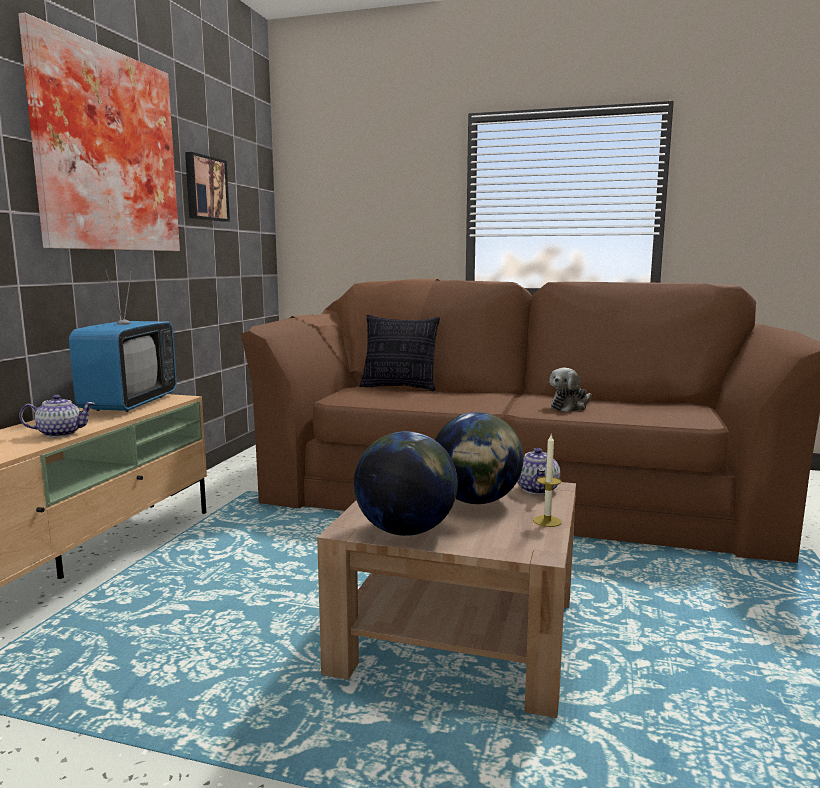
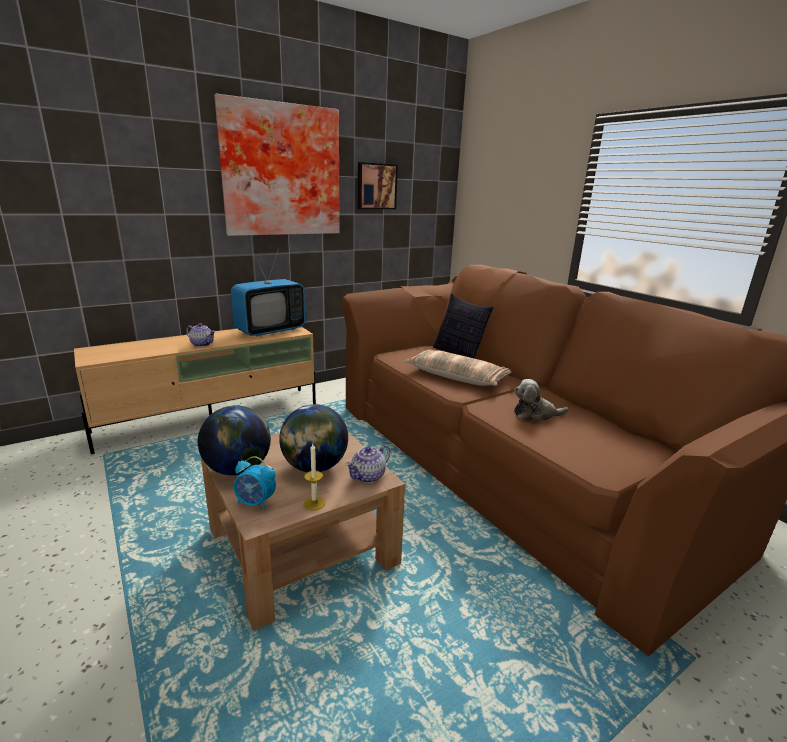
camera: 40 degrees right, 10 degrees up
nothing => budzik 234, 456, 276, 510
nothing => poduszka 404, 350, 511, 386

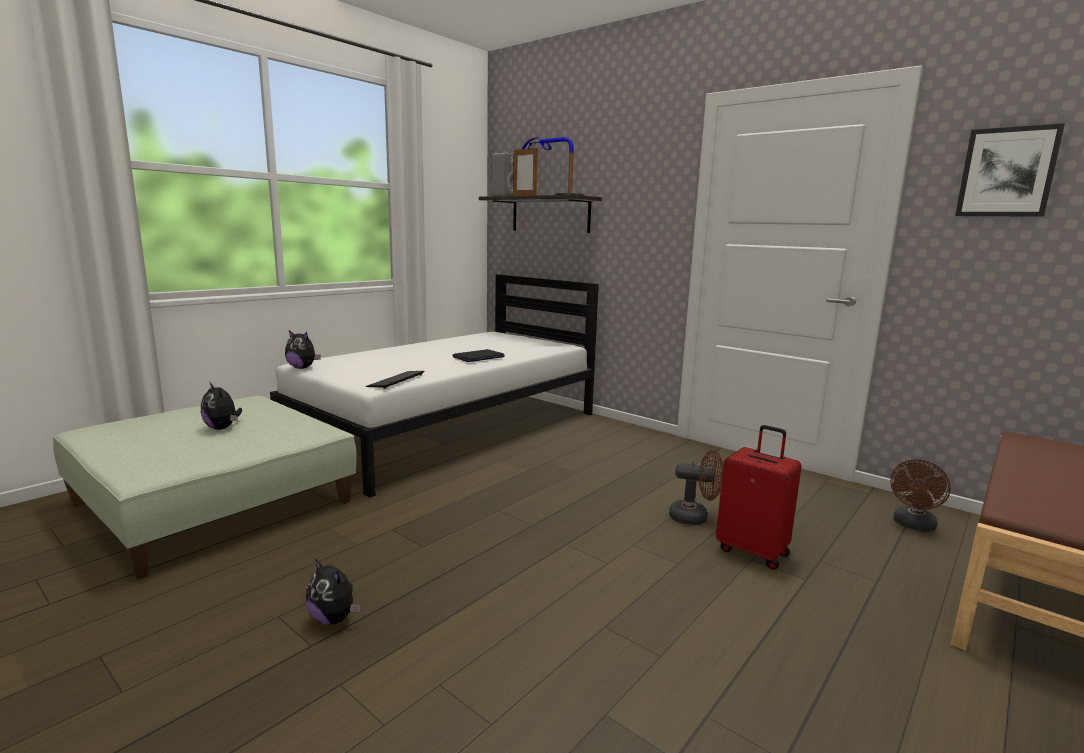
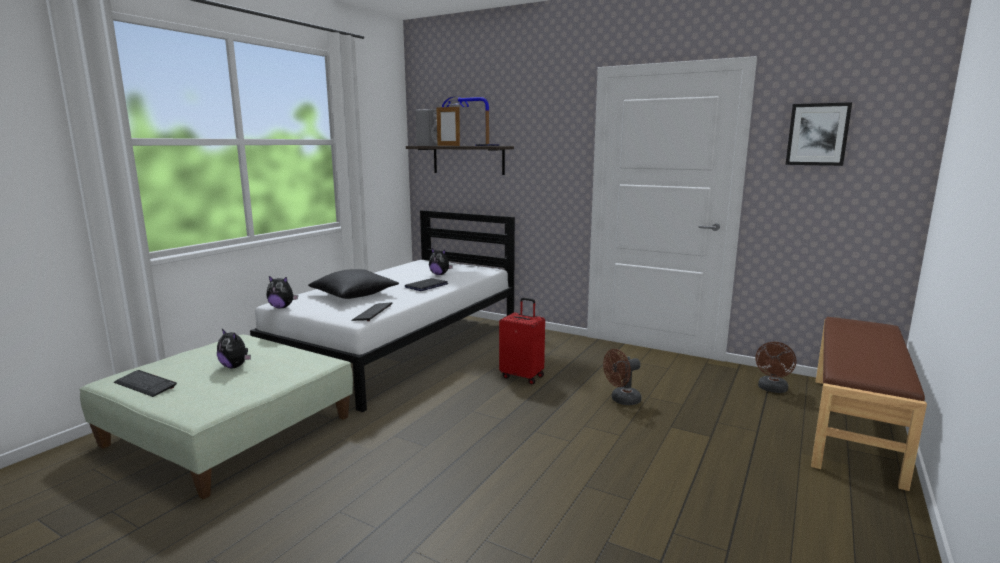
camera: 10 degrees left, 0 degrees up
nothing => klawiatura 114, 370, 177, 397
nothing => poduszka/czarny 308, 269, 399, 299
pluszak 306, 558, 361, 625 => pluszak 429, 249, 453, 275, relocated
walizka/czerwony 716, 425, 802, 570 => walizka/czerwony 499, 297, 545, 384, relocated
wentylator/brązowy 669, 450, 724, 525 => wentylator/brązowy 603, 349, 641, 405, 150 degrees clockwise

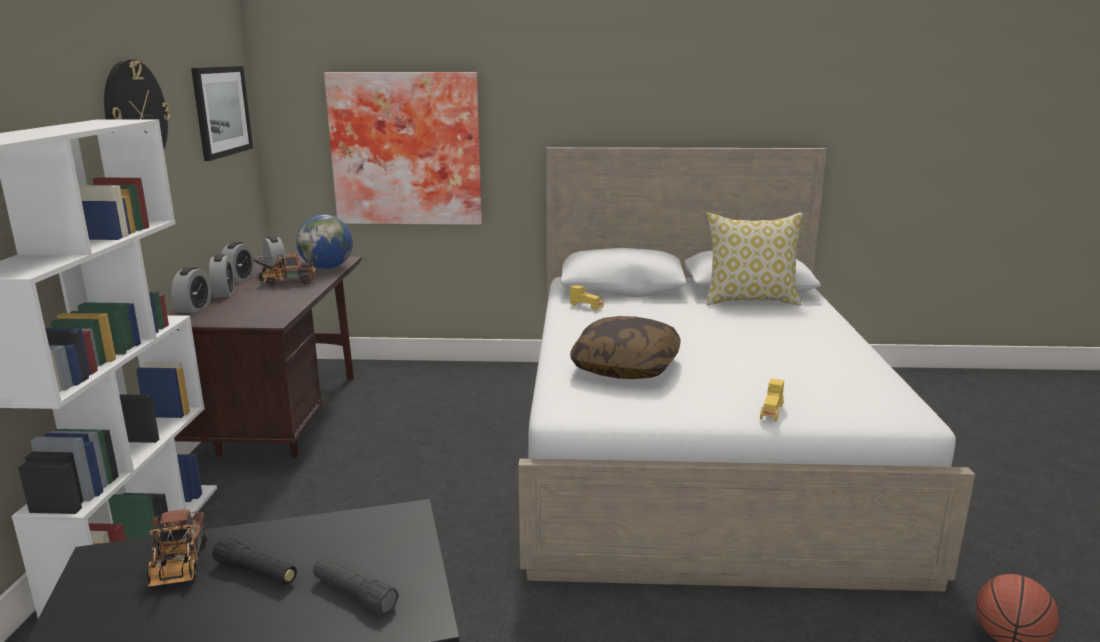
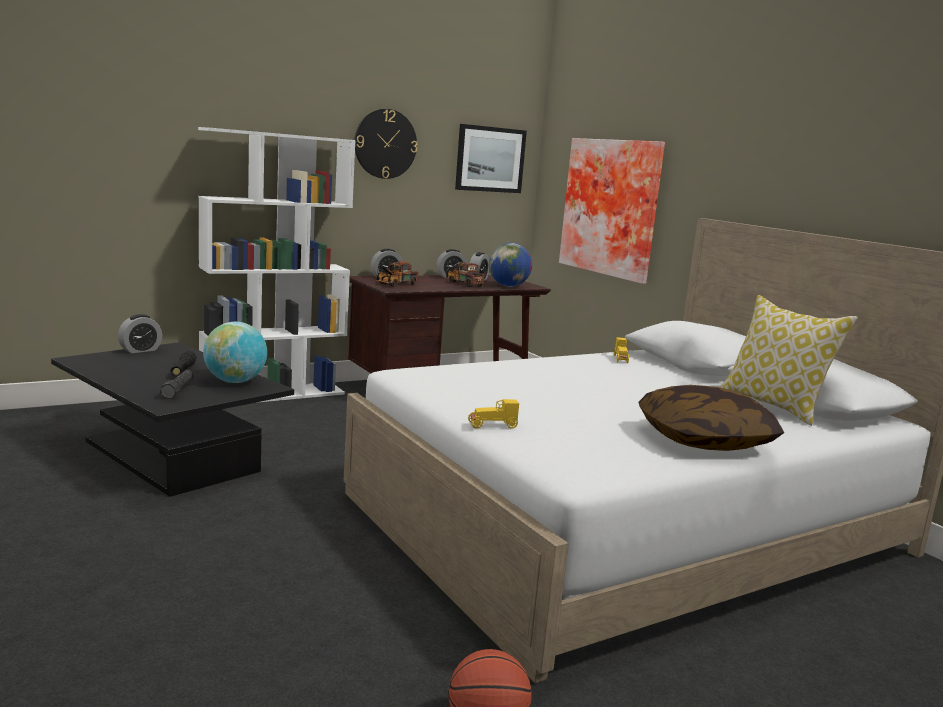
camera: 55 degrees right, 5 degrees down
nothing => globus 203, 322, 267, 383
ciężarówka zabawkowa 147, 510, 207, 587 => ciężarówka zabawkowa 377, 261, 419, 287, relocated
budzik 209, 254, 235, 298 => budzik 118, 314, 162, 353, relocated
poduszka 570, 316, 681, 379 => poduszka 639, 385, 784, 451, relocated

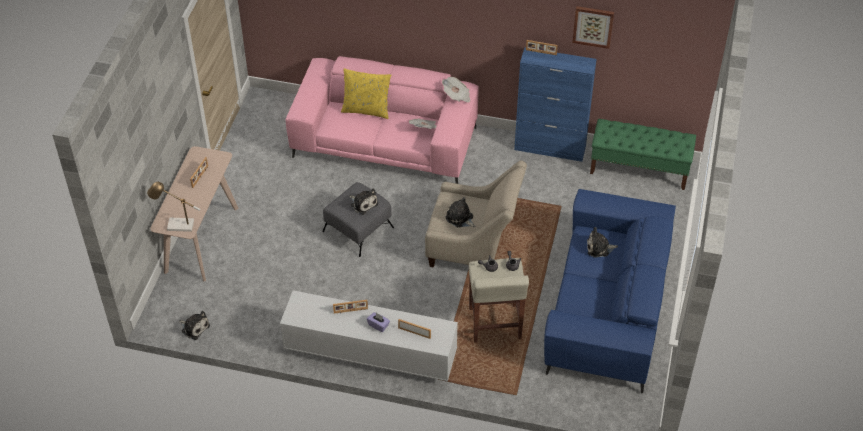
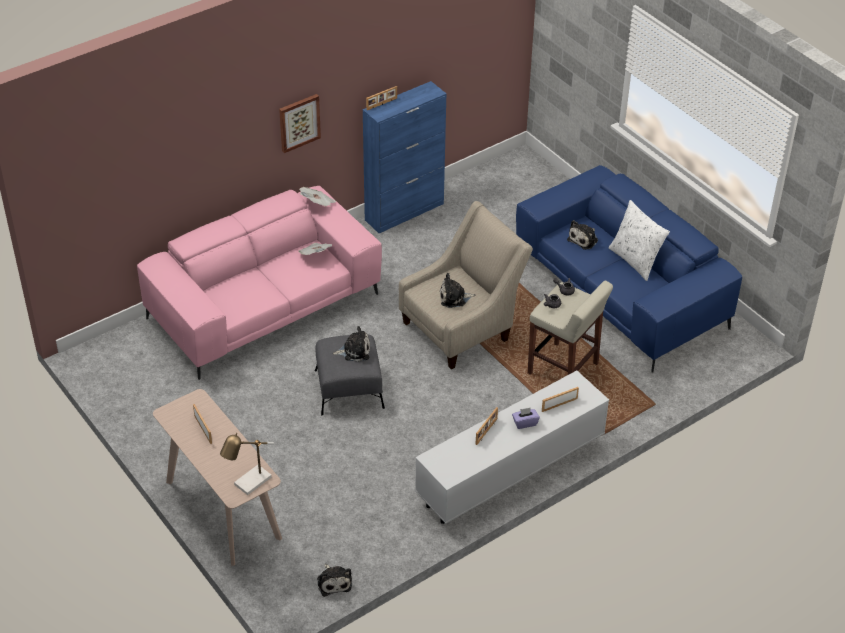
camera: 50 degrees left, 5 degrees down
poduszka/żółty 341, 68, 391, 119 => nothing
ławka/zielony 590, 119, 696, 190 => nothing
nothing => poduszka/biały 608, 200, 670, 281
obraz 572, 6, 614, 49 => obraz 279, 94, 321, 153, relocated
pluszak 179, 311, 210, 340 => pluszak 317, 564, 352, 597, 90 degrees clockwise

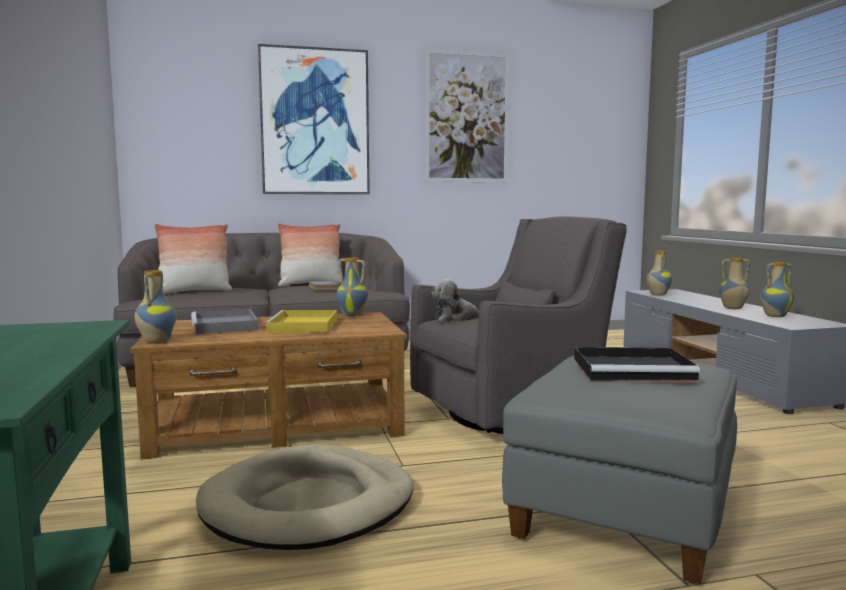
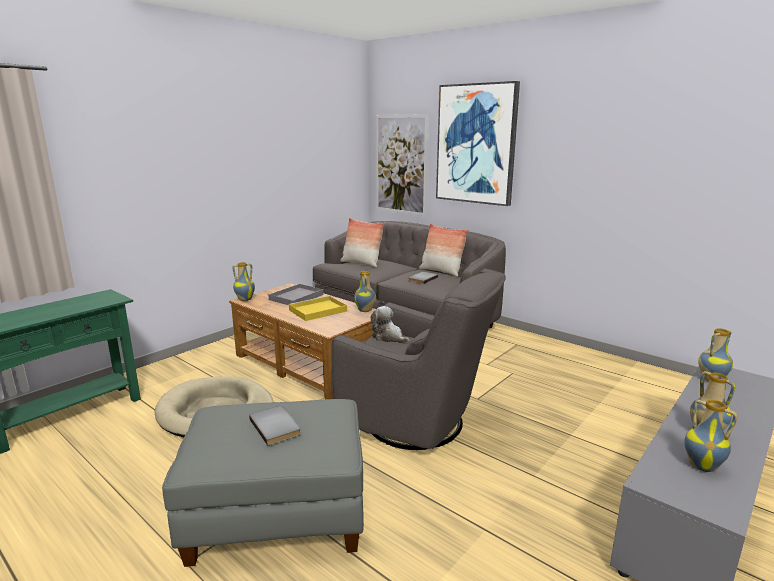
camera: 55 degrees right, 10 degrees up
obraz 425, 49, 510, 182 => obraz 376, 114, 429, 216, relocated
taca/czarny 574, 347, 700, 382 => książka/szary 249, 405, 301, 446

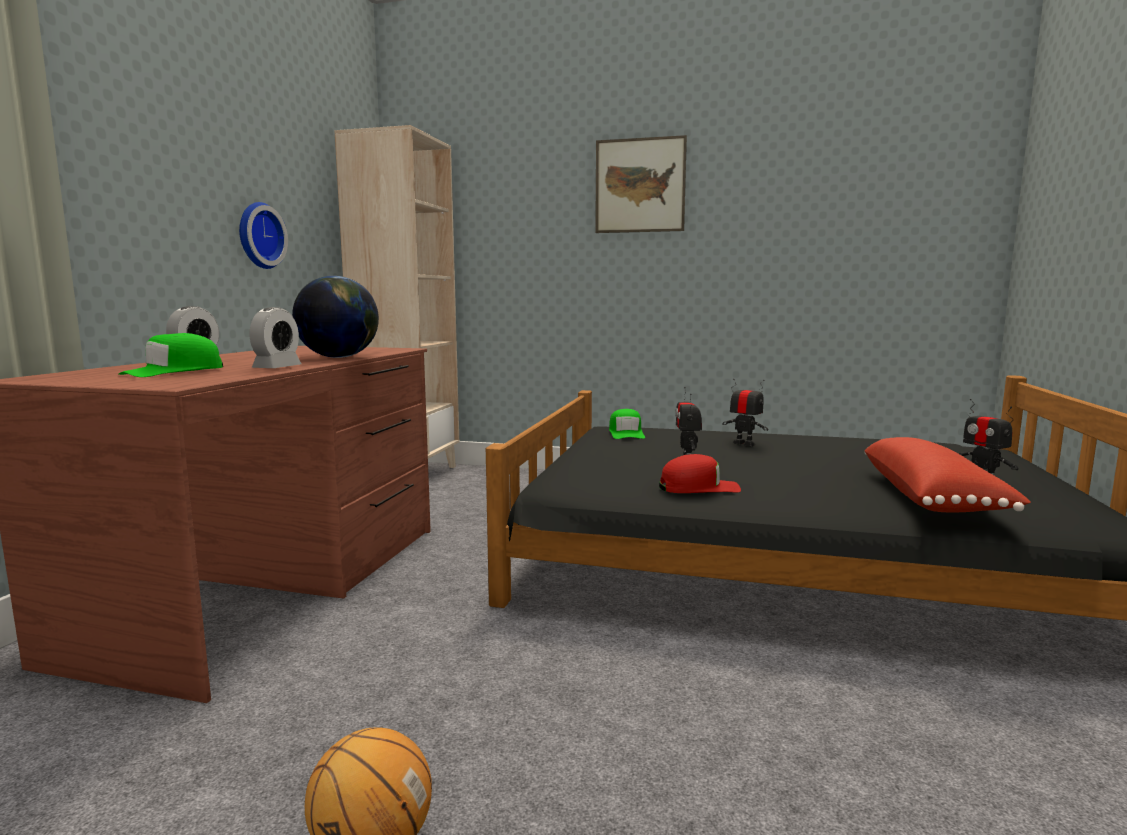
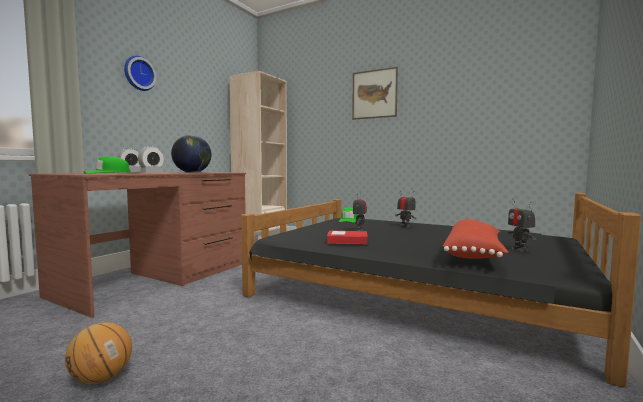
camera: 15 degrees right, 5 degrees down
zegar ścienny 239, 202, 288, 269 => zegar ścienny 124, 56, 156, 91, relocated
czapka z daszkiem/czerwony 659, 454, 741, 493 => książka 327, 231, 367, 245

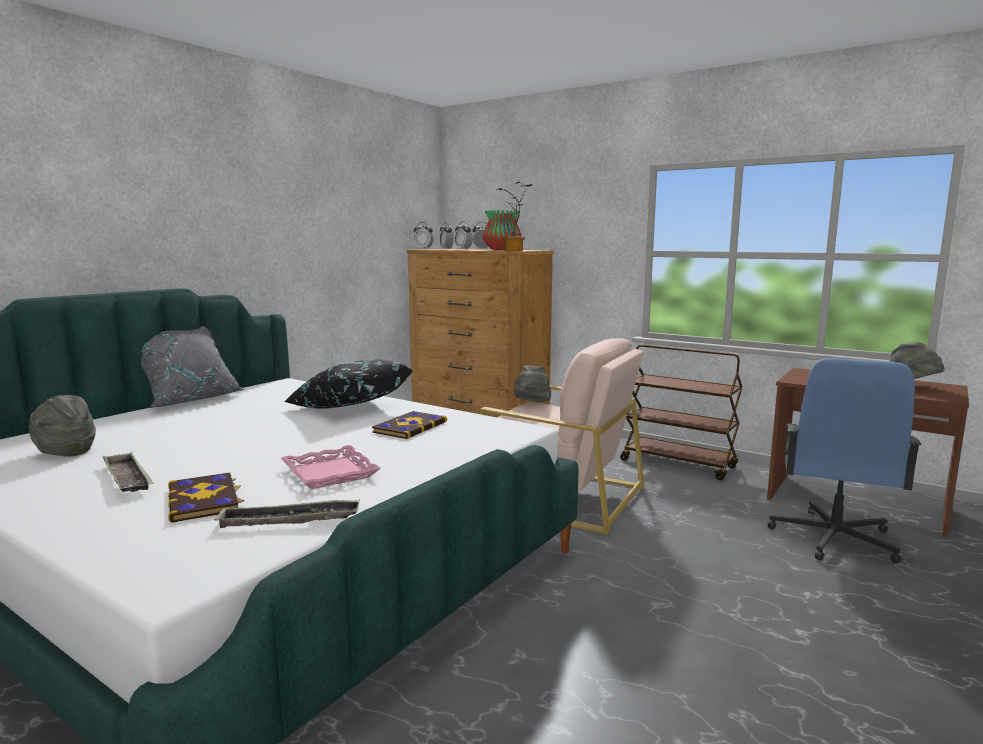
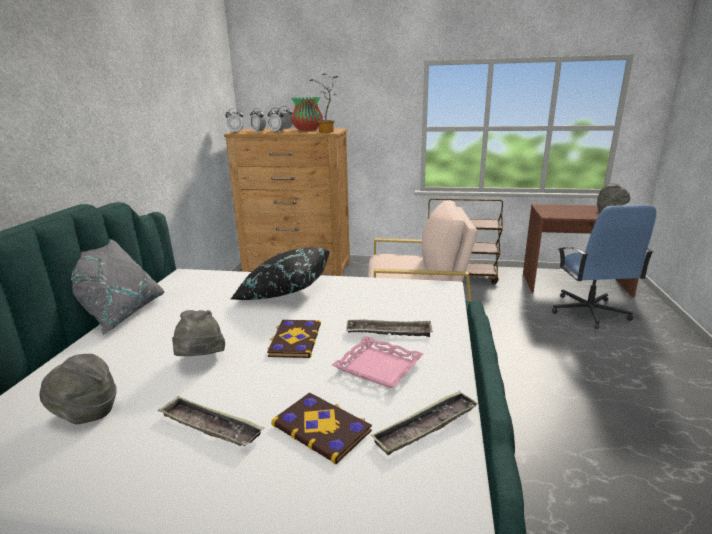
camera: 25 degrees left, 10 degrees up
nothing => taca 346, 320, 433, 337
książka 372, 411, 447, 439 => książka 267, 320, 321, 358, relocated
kapelusz/szary 514, 365, 551, 402 => kapelusz/szary 172, 310, 225, 356, relocated

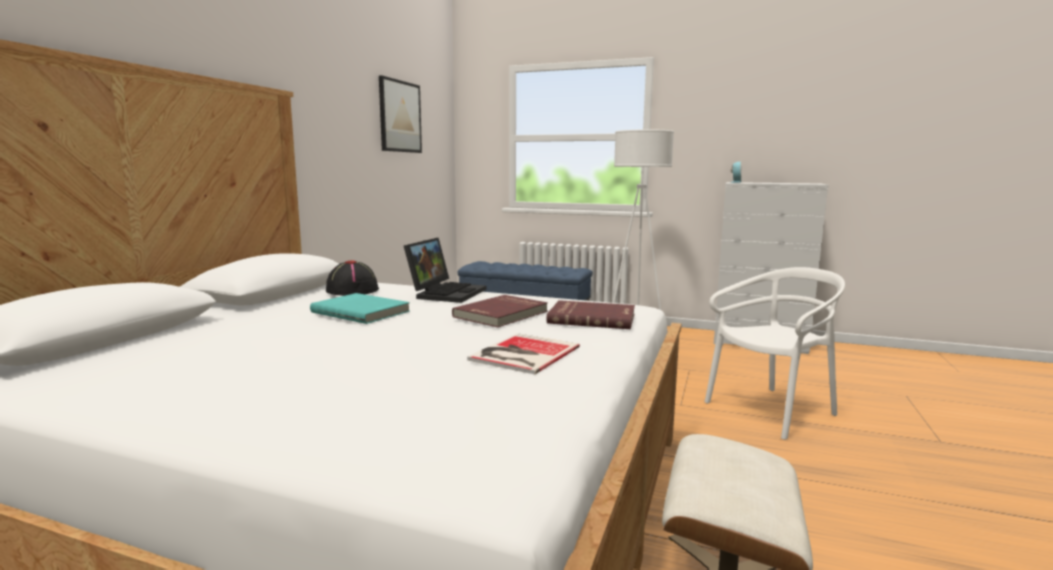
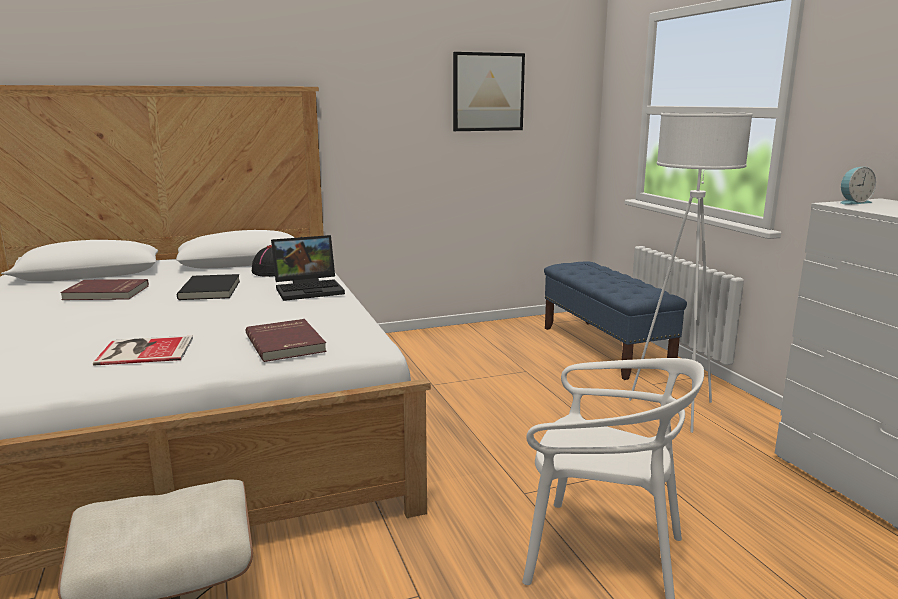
camera: 50 degrees right, 5 degrees up
książka/czerwony 452, 295, 548, 327 => książka/czerwony 60, 279, 149, 300, relocated
książka/turkusowy 310, 293, 410, 324 => książka/czarny 177, 274, 240, 300

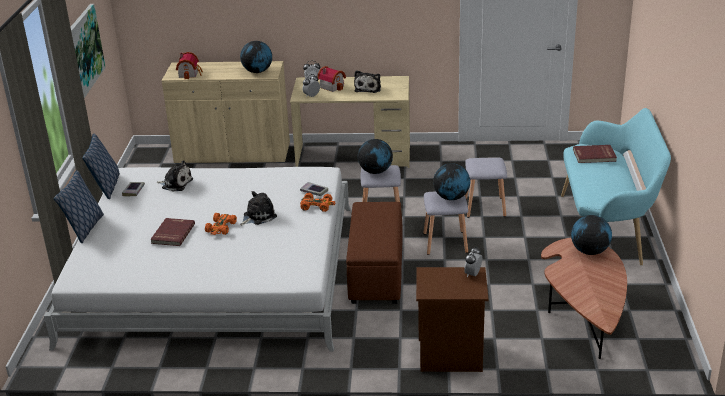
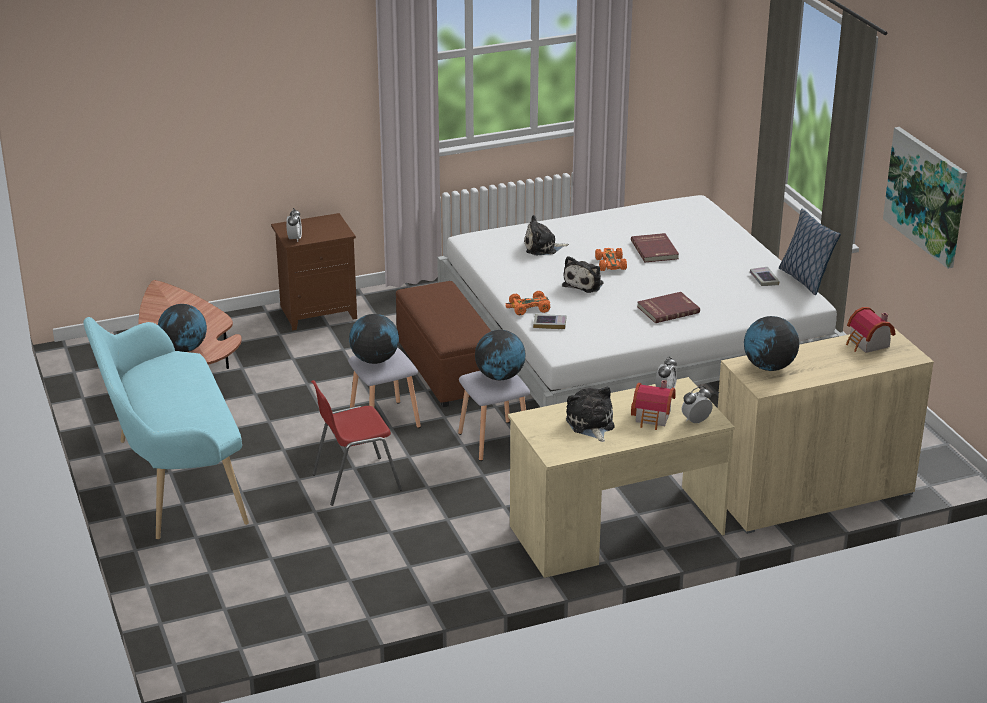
camera: 155 degrees right, 0 degrees up
poduszka 53, 170, 104, 243 => nothing
pluszak 156, 160, 193, 192 => pluszak 524, 215, 569, 255, relocated
książka/czerwony 573, 145, 617, 163 => książka/czerwony 637, 292, 700, 323, relocated
stołek/szary 465, 158, 507, 218 => krzesło/czerwony 311, 380, 402, 506

